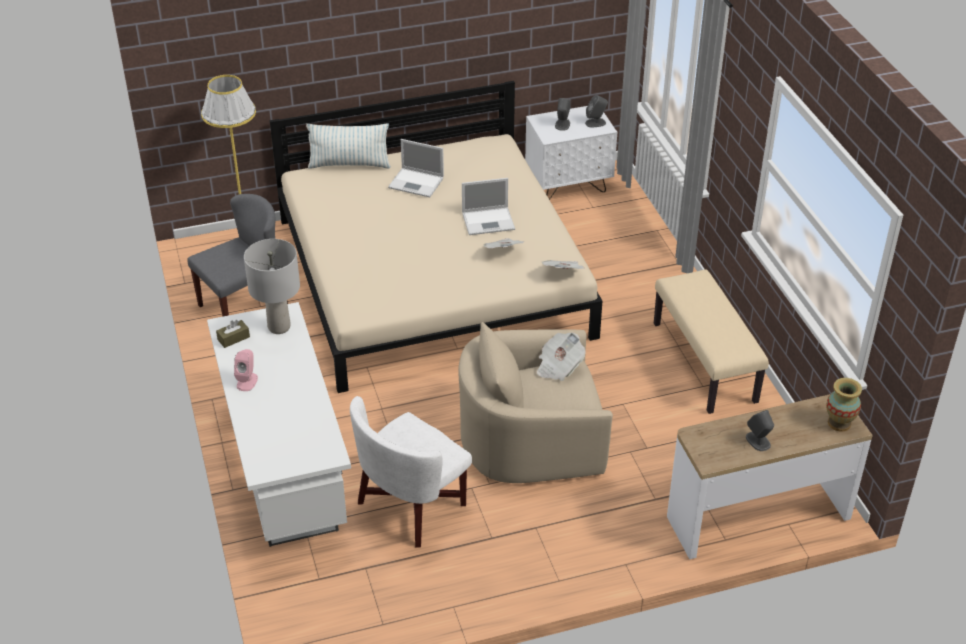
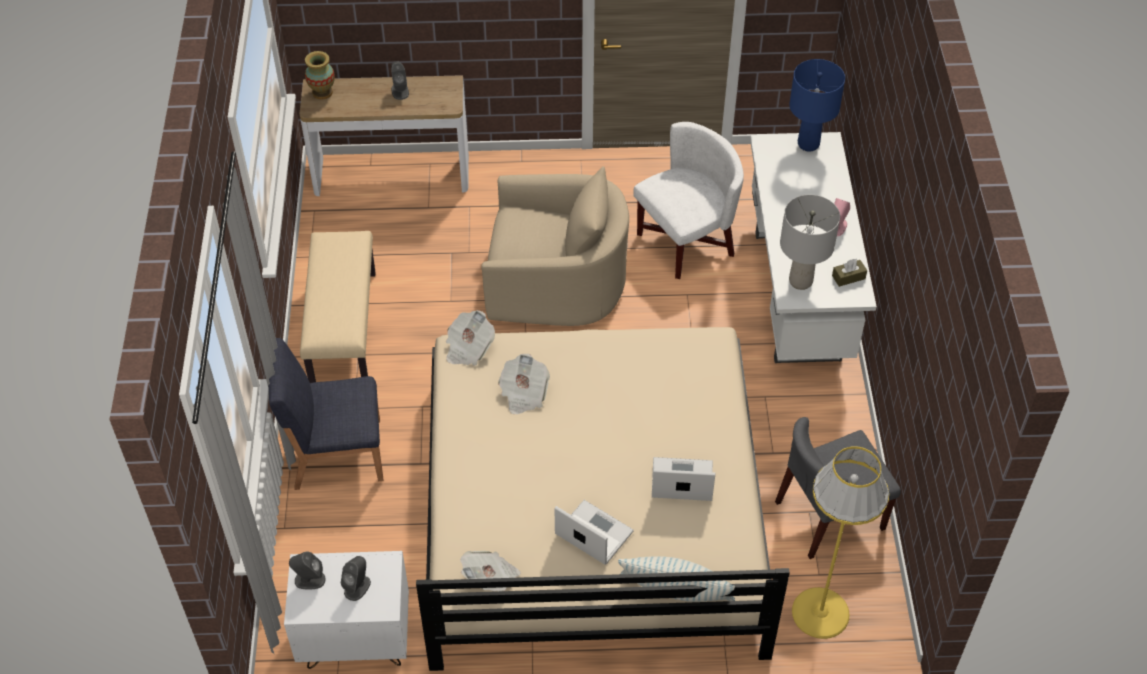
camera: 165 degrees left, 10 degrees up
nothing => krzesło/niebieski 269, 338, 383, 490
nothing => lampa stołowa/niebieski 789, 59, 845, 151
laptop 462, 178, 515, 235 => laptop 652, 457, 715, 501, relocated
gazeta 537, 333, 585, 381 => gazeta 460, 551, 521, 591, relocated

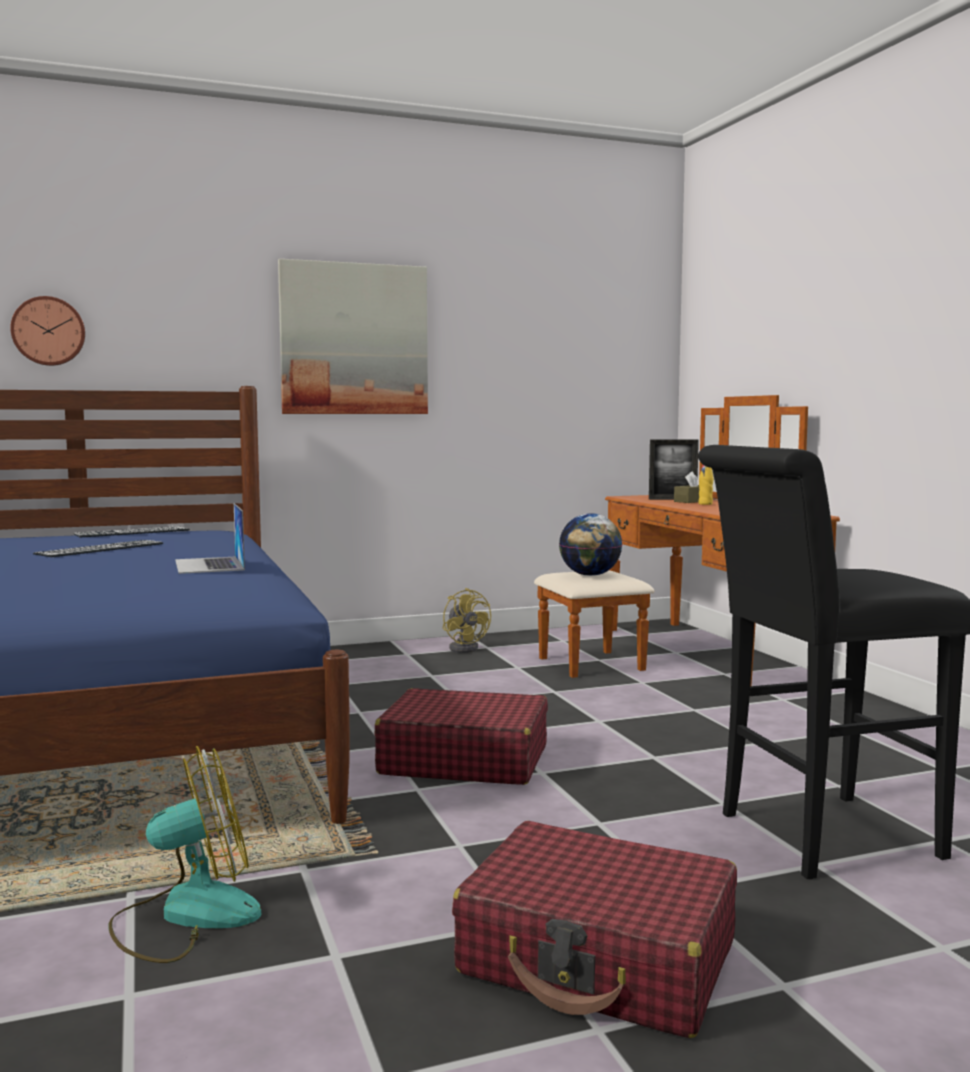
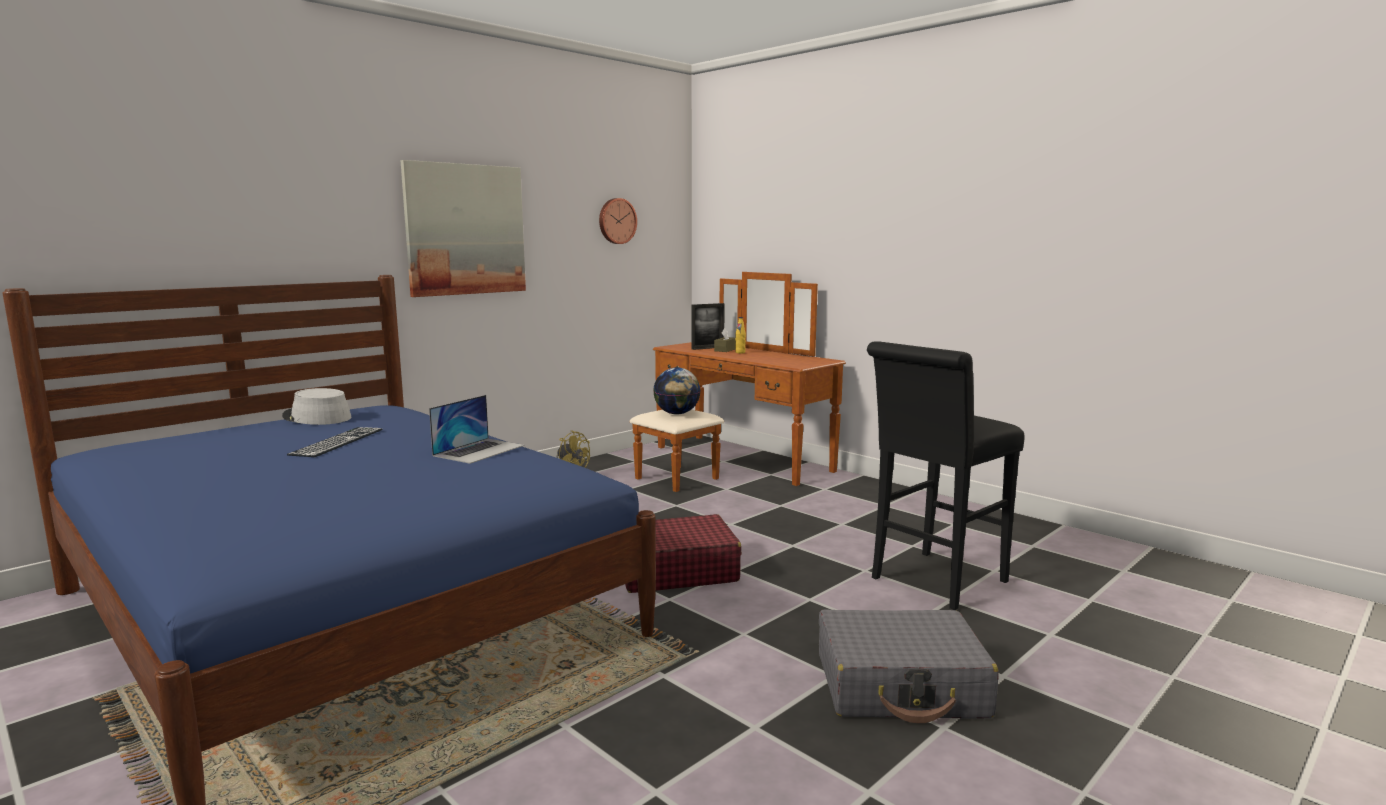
camera: 25 degrees left, 5 degrees up
wentylator 109, 746, 261, 963 => nothing
zegar ścienny 10, 296, 85, 366 => zegar ścienny 599, 198, 637, 244, relocated
klawiatura 74, 525, 190, 537 => kapelusz/szary 282, 388, 352, 425
walizka/czerwony 452, 821, 737, 1038 => walizka/szary 819, 609, 999, 723
laptop 175, 503, 245, 574 => laptop 429, 395, 525, 464, 105 degrees counterclockwise

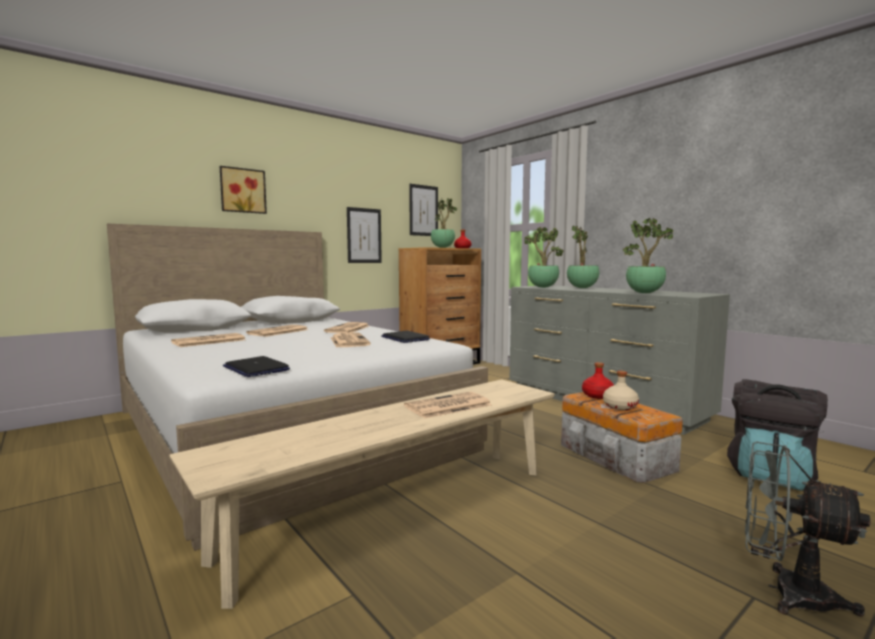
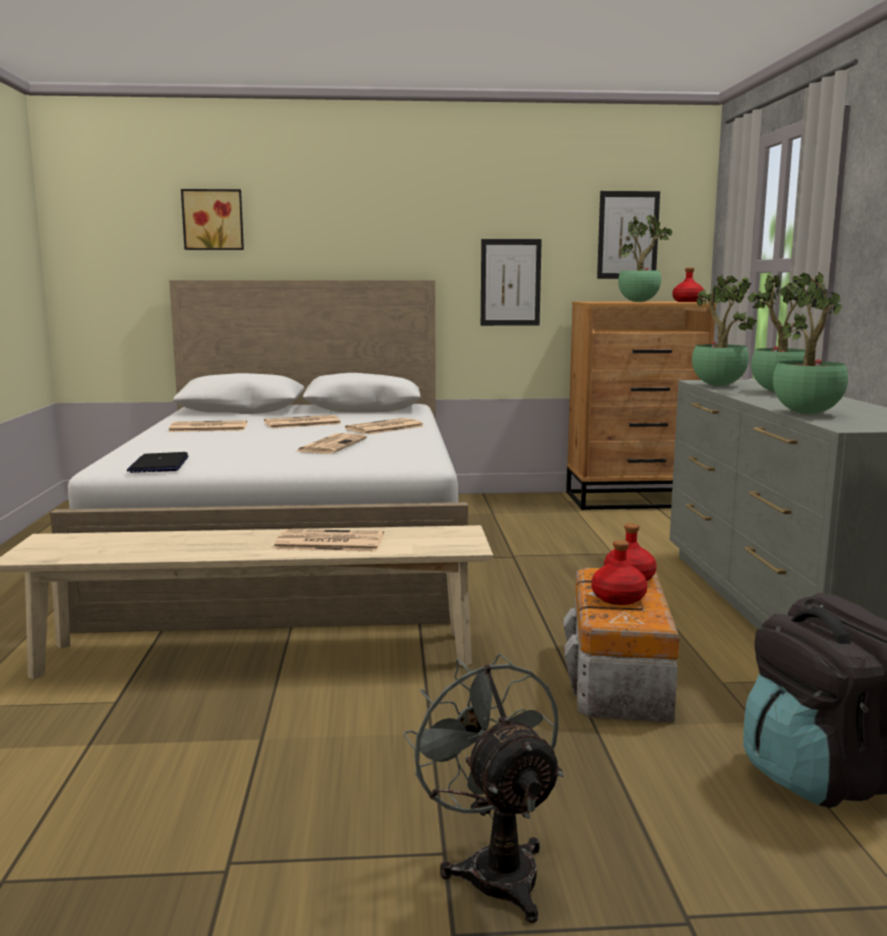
camera: 35 degrees right, 5 degrees up
laptop 381, 331, 430, 343 => nothing
obraz 220, 166, 267, 214 => obraz 181, 189, 244, 250, relocated
butelka/beżowy 603, 371, 639, 410 => butelka/czerwony 591, 540, 647, 605

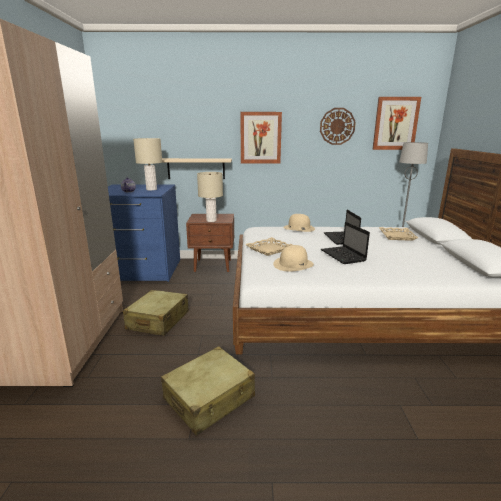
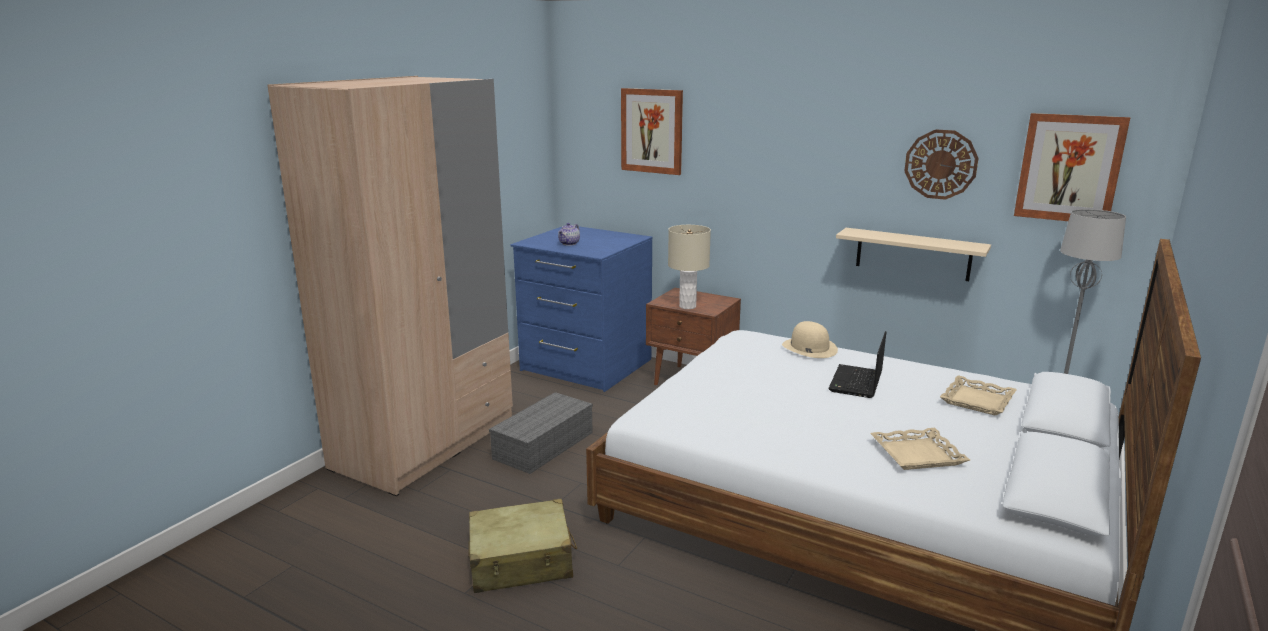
camera: 30 degrees right, 0 degrees up
lampa stołowa/beżowy 133, 138, 162, 190 => nothing
kapelusz/beżowy 273, 245, 314, 272 => nothing
laptop 321, 222, 370, 264 => nothing
półka/beżowy 162, 158, 232, 179 => półka/beżowy 836, 228, 991, 281, relocated
obraz 240, 112, 282, 163 => obraz 621, 88, 683, 175, relocated
taca/beżowy 246, 237, 292, 256 => taca/beżowy 870, 428, 970, 470, relocated
walizka/beżowy 123, 290, 189, 336 => pojemnik do przechowywania/szary 489, 392, 593, 474

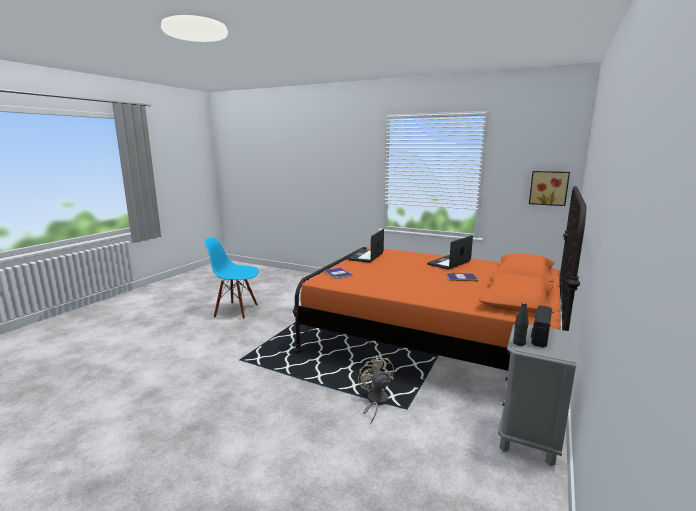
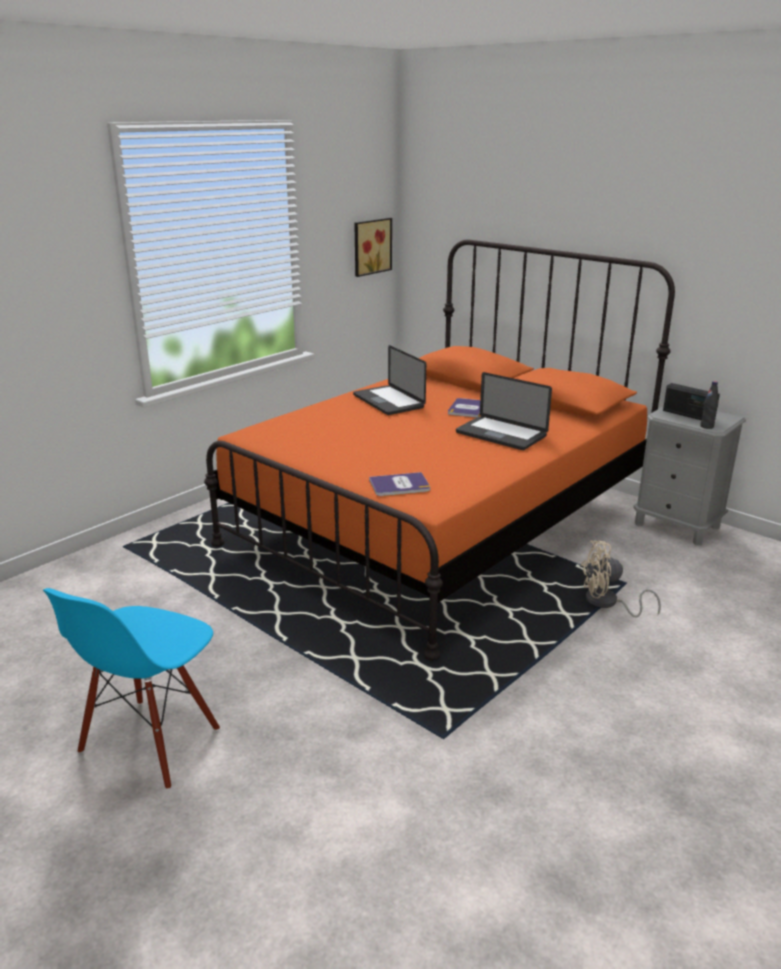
camera: 75 degrees left, 10 degrees up
laptop 348, 229, 384, 263 => laptop 456, 372, 552, 450, relocated

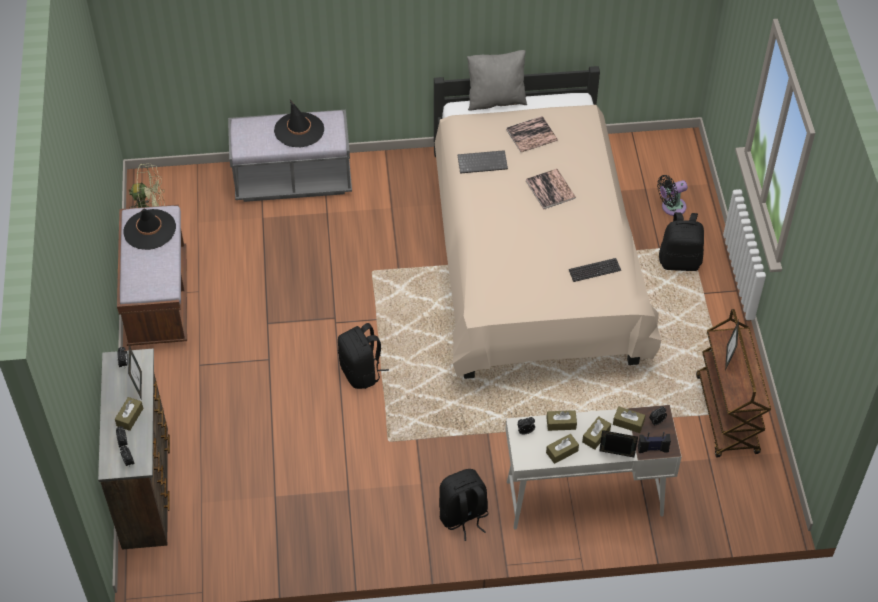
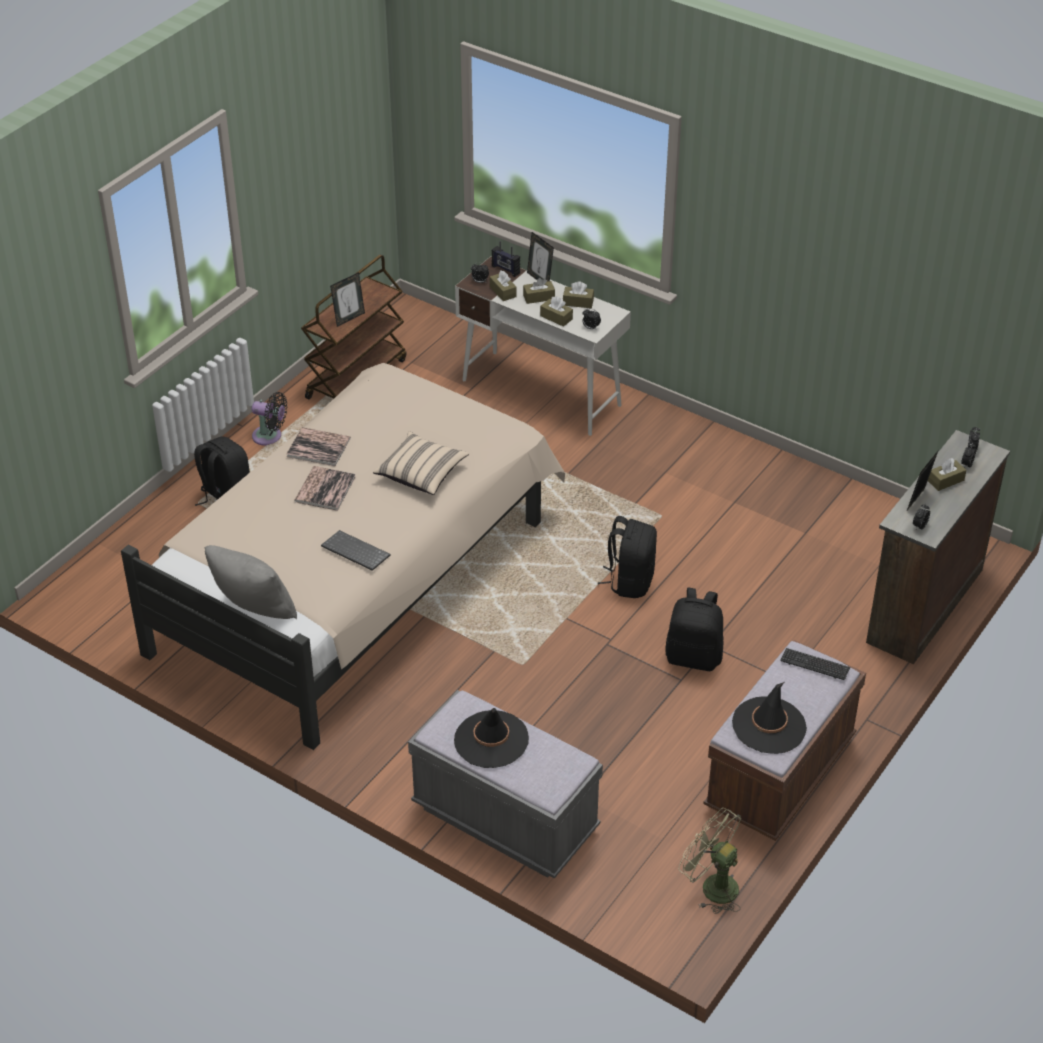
camera: 140 degrees left, 10 degrees down
nothing => poduszka/beżowy 373, 431, 469, 495
plecak/czarny 439, 469, 488, 541 => plecak/czarny 665, 588, 723, 671, relocated
książka 506, 116, 558, 153 => książka 287, 427, 351, 466, relocated
klawiatura 569, 258, 621, 282 => klawiatura 781, 648, 850, 680, relocated
wentylator/czarny 657, 175, 688, 216 => wentylator/czarny 252, 392, 287, 446, relocated

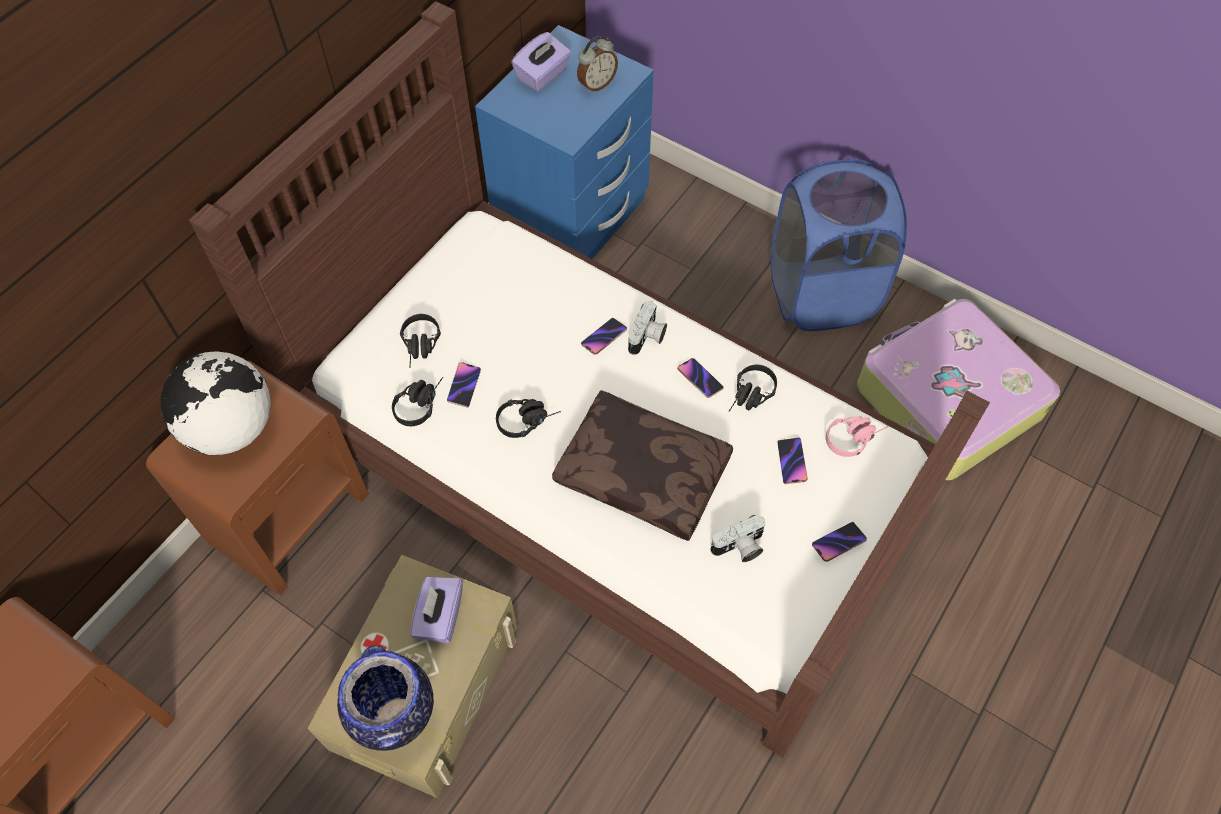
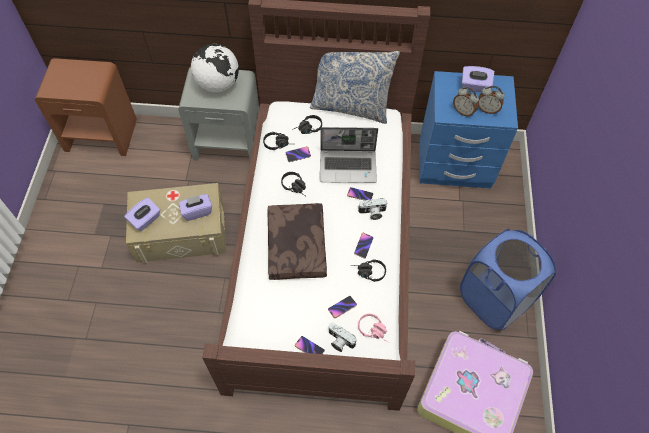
camera: 60 degrees right, 0 degrees up
nothing => poduszka 310, 36, 400, 124
nothing => laptop 320, 127, 378, 183
nothing => budzik 453, 87, 479, 117
aparat fotograficzny 711, 515, 766, 562 => aparat fotograficzny 329, 323, 356, 352, relocated
wazon 337, 645, 434, 751 => pudełko chusteczek/fioletowy 124, 197, 160, 231
szafka nocna/brązowy 146, 361, 369, 595 => szafka nocna/szary 178, 67, 259, 161

